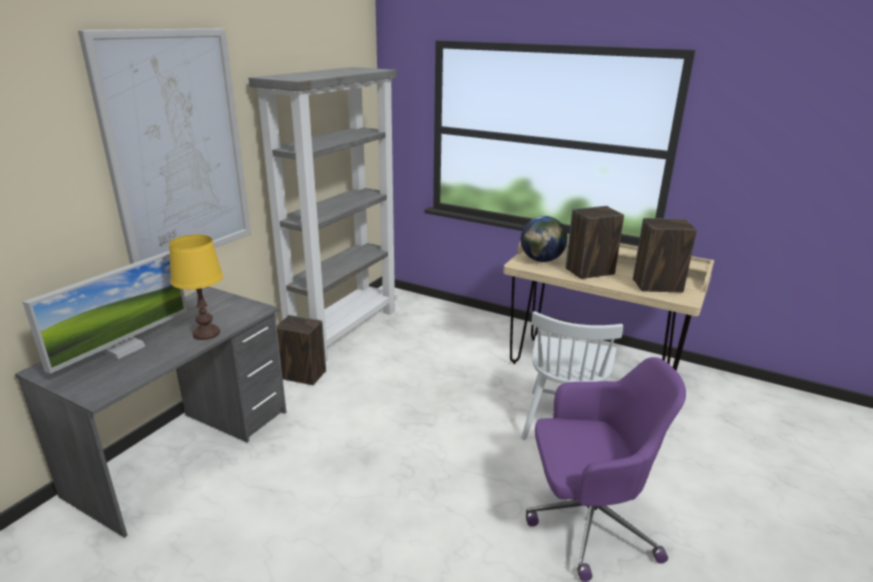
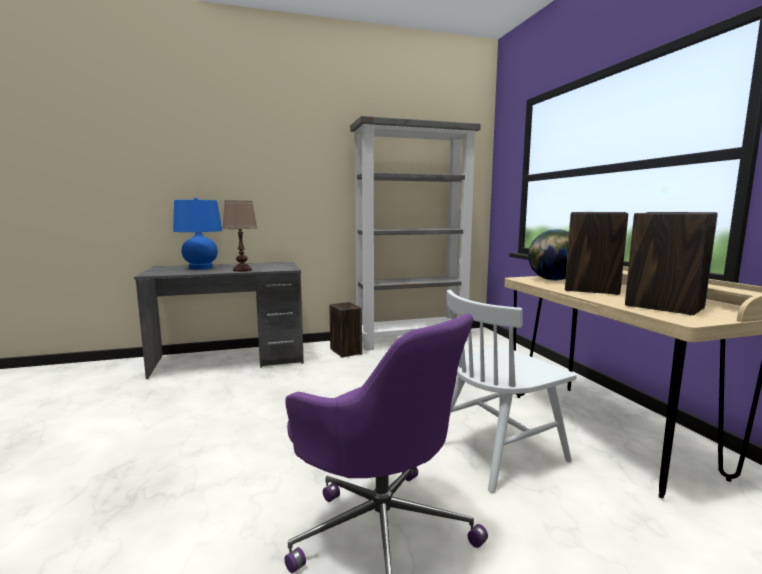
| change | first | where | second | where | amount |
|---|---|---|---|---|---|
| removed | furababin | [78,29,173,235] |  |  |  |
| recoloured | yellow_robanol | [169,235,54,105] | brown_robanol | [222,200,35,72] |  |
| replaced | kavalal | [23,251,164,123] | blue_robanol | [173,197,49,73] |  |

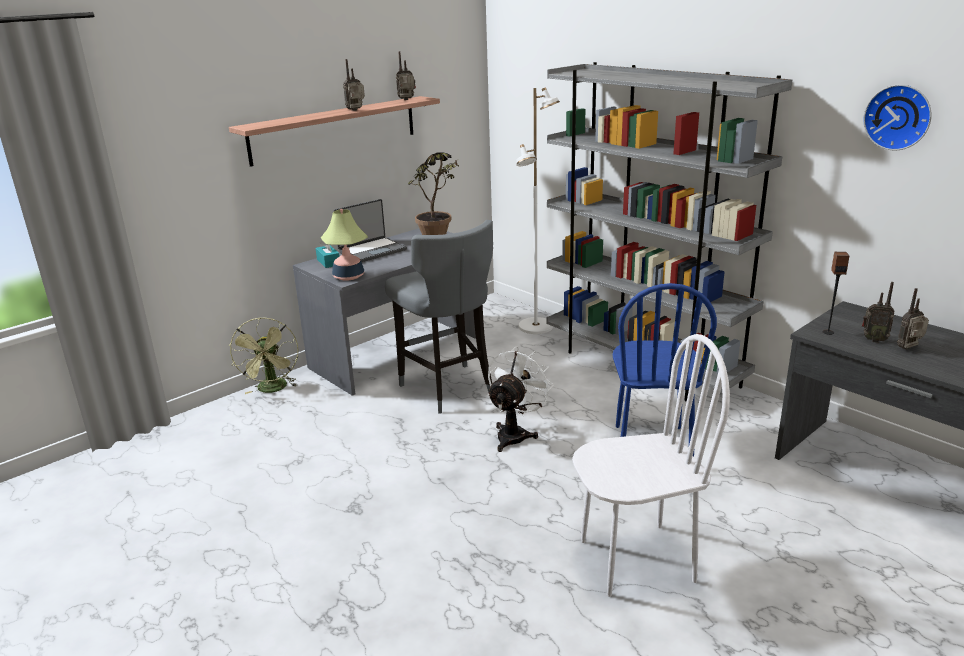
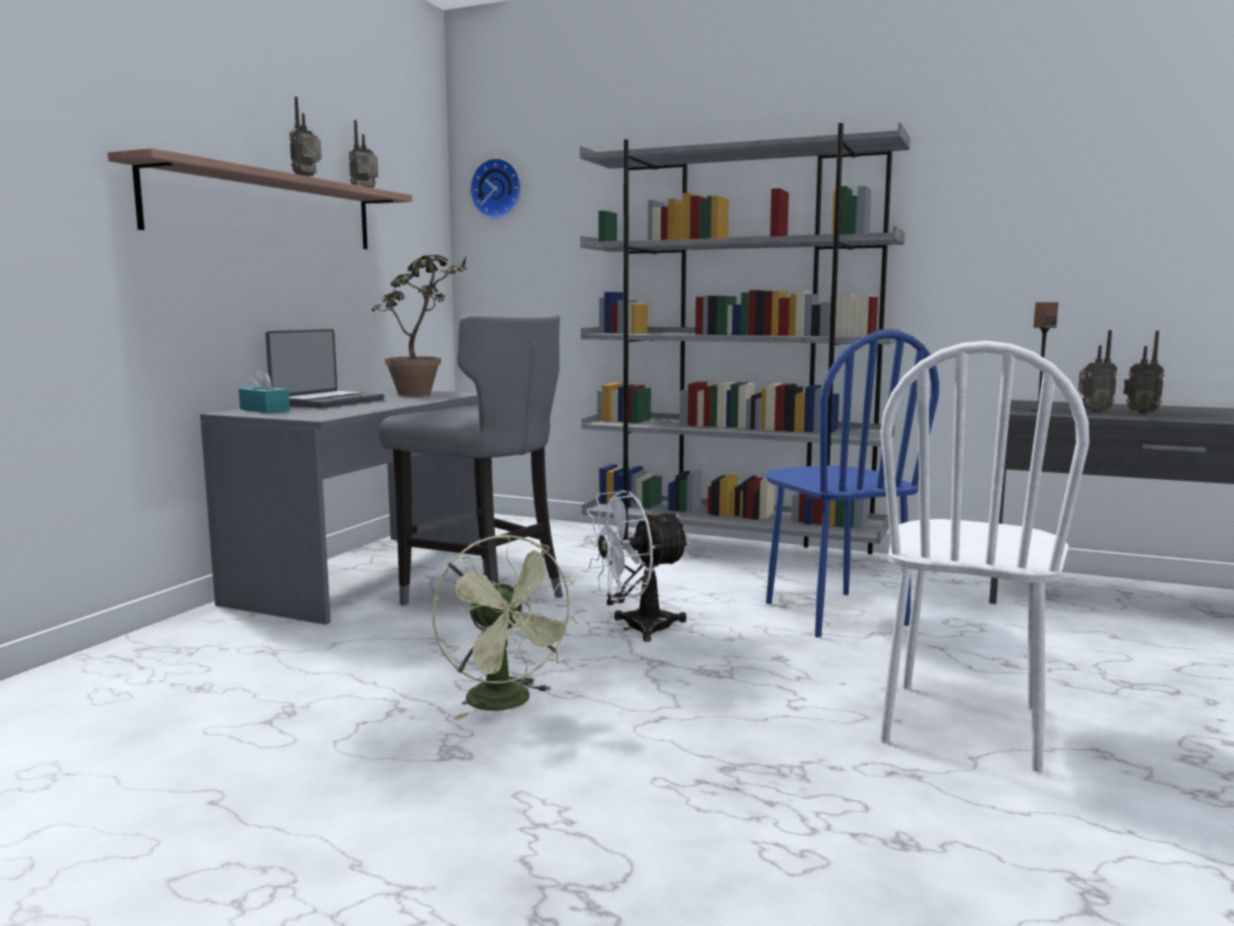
| change | first | where | second | where | amount |
|---|---|---|---|---|---|
| moved | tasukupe | [863,84,69,66] |  | [470,158,51,61] |  |
| removed | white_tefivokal | [516,87,44,247] |  |  |  |
| removed | robanol | [321,209,47,72] |  |  |  |
| turned | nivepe | [897,288,32,62] |  | [1123,331,41,83] | 90 degrees counterclockwise |
| moved | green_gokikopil | [229,317,69,77] |  | [432,535,146,185] |  |
| turned | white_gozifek | [572,334,158,263] |  | [880,341,209,431] | 150 degrees clockwise |
| turned | white_gokikopil | [487,346,67,106] |  | [584,490,106,152] | 120 degrees counterclockwise |

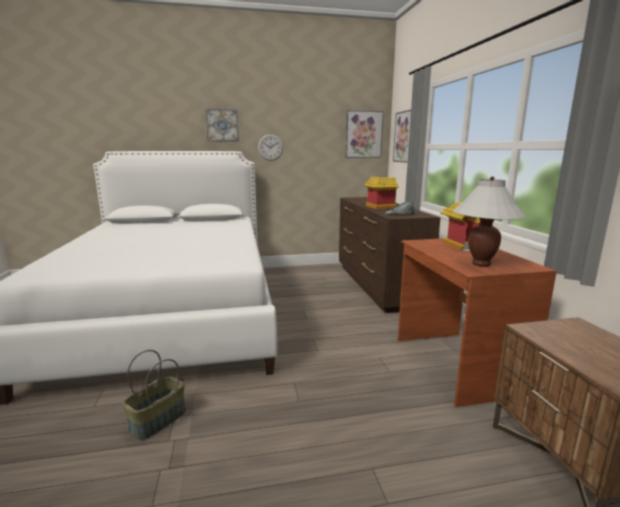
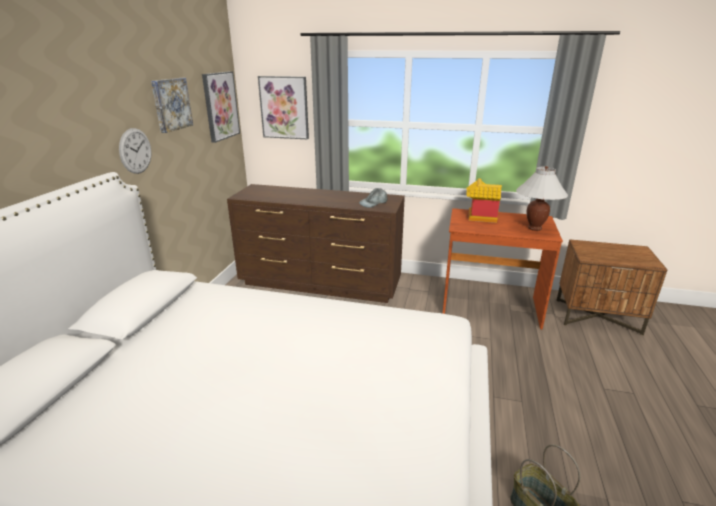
| change | first | where | second | where | amount |
|---|---|---|---|---|---|
| moved | furababin | [205,109,34,33] |  | [151,78,42,55] |  |
| removed | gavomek | [364,177,35,32] |  |  |  |

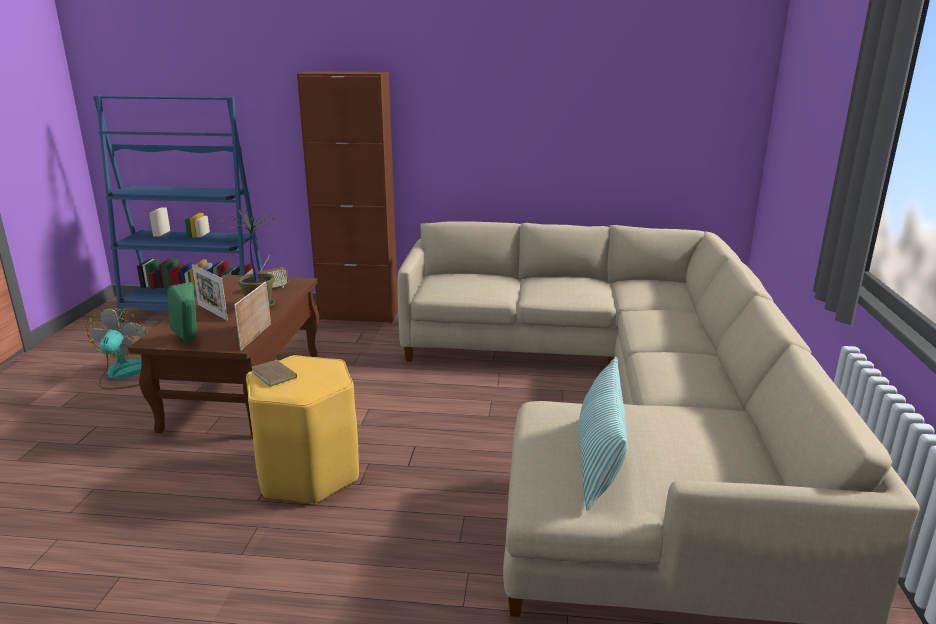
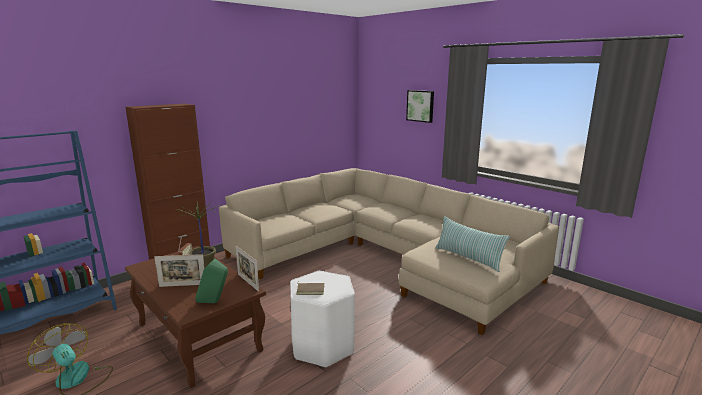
| change | first | where | second | where | amount |
|---|---|---|---|---|---|
| recoloured | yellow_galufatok | [246,355,113,150] | white_galufatok | [290,271,65,97] |  |
| added |  |  | furababin | [406,90,28,33] |  |

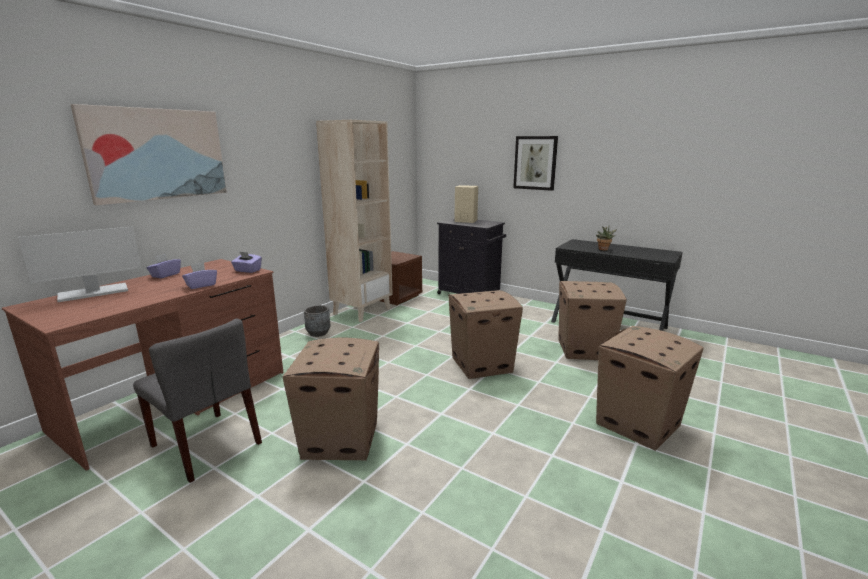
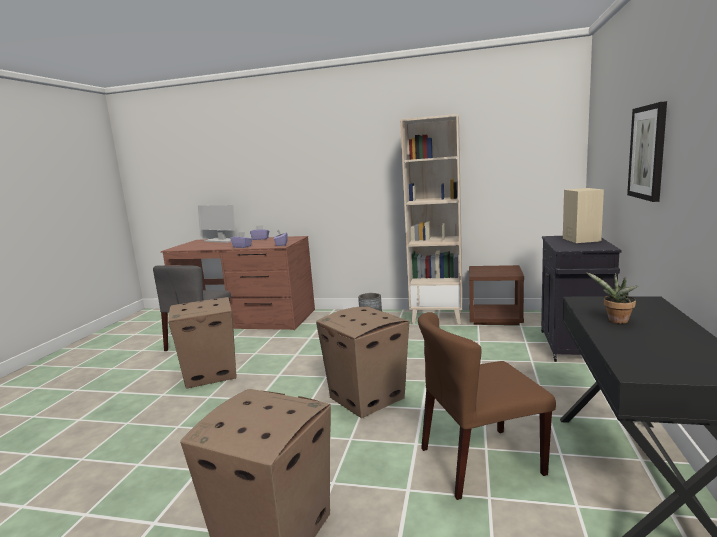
| change | first | where | second | where | amount |
|---|---|---|---|---|---|
| removed | furababin | [71,104,156,101] |  |  |  |
| replaced | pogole | [558,281,69,79] | brown_gozifek | [418,312,138,188] |  |

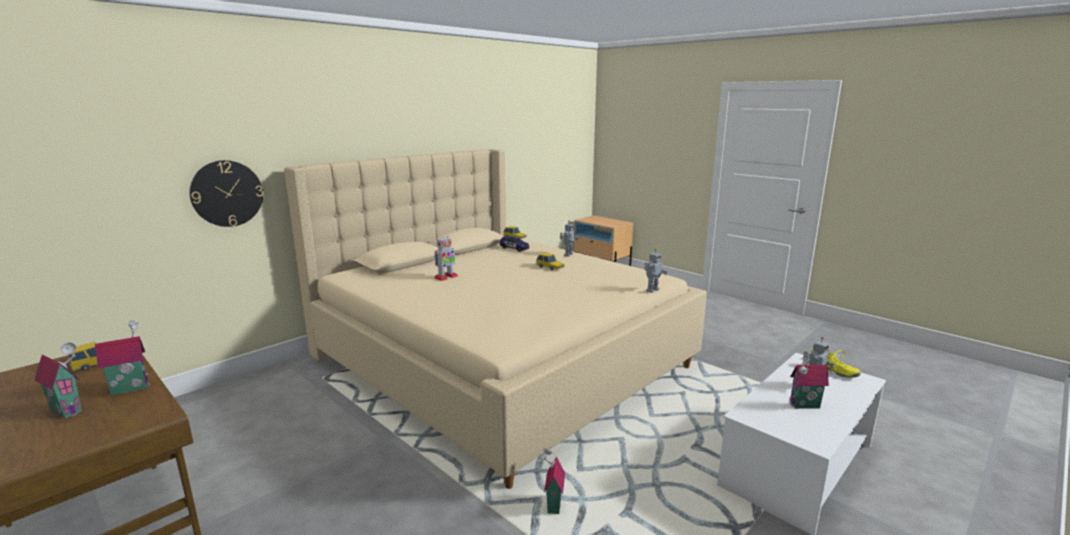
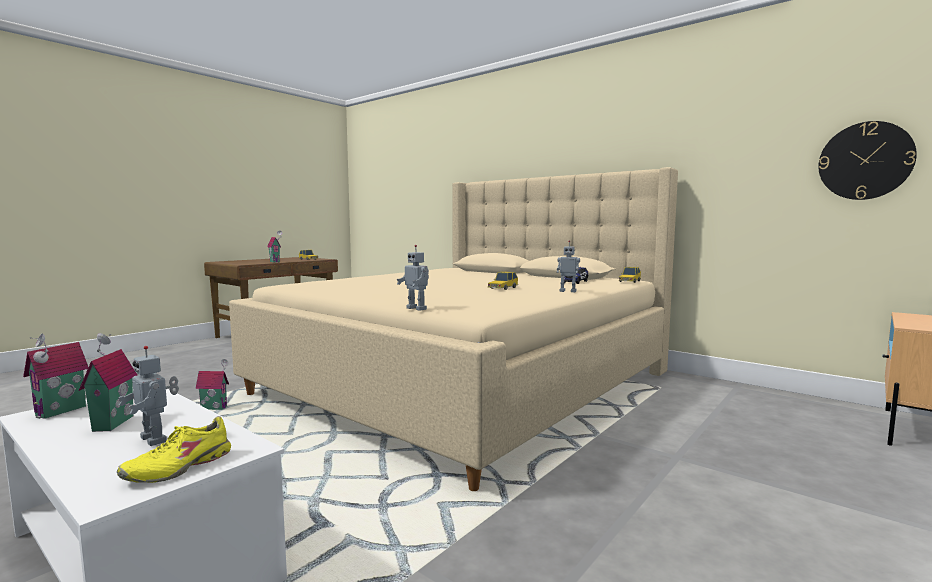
| change | first | where | second | where | amount |
|---|---|---|---|---|---|
| moved | tasukupe | [189,160,74,67] |  | [818,121,99,79] |  |
| removed | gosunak | [434,236,24,45] |  |  |  |
| moved | gavomek | [34,343,48,75] |  | [23,333,65,86] |  |

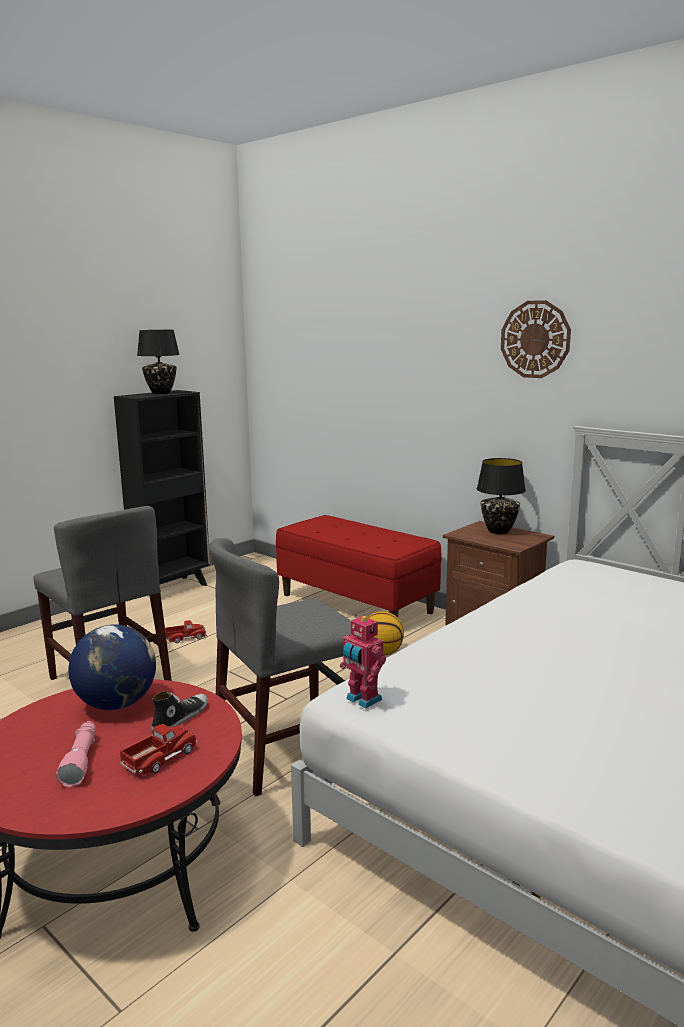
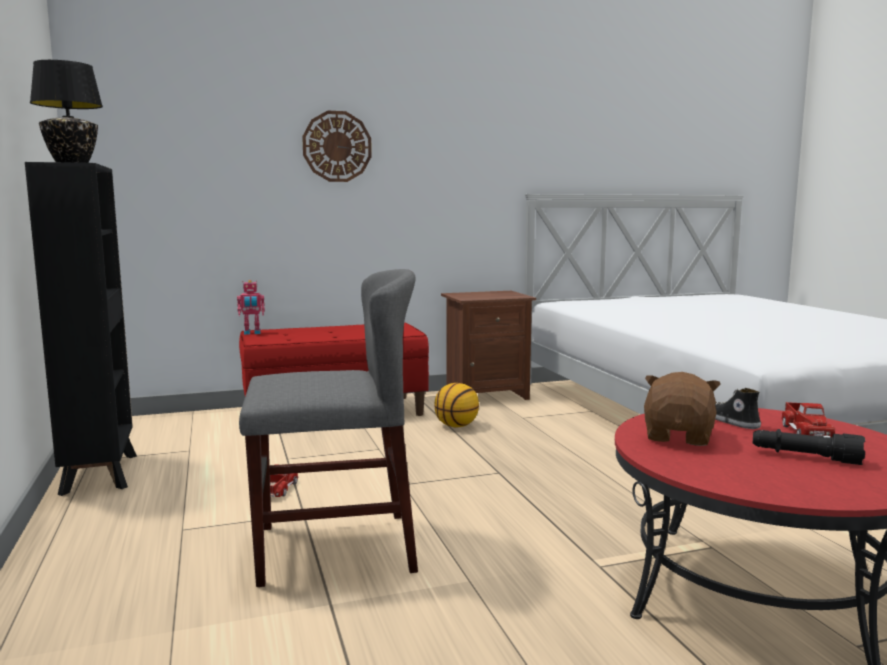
| change | first | where | second | where | amount |
|---|---|---|---|---|---|
| moved | tasukupe | [501,300,70,78] |  | [302,111,70,71] |  |
| removed | black_robanol | [477,458,49,76] |  |  |  |
| removed | grey_gozifek | [209,538,142,259] |  |  |  |
| moved | gosunak | [340,615,46,94] |  | [237,280,28,55] |  |
| replaced | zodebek | [68,624,88,86] | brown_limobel | [644,372,77,74] |  |
| recoloured | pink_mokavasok | [56,721,40,66] | black_mokavasok | [753,429,112,36] |  |
| turned | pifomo | [120,724,78,51] |  | [782,402,53,35] | 150 degrees counterclockwise |

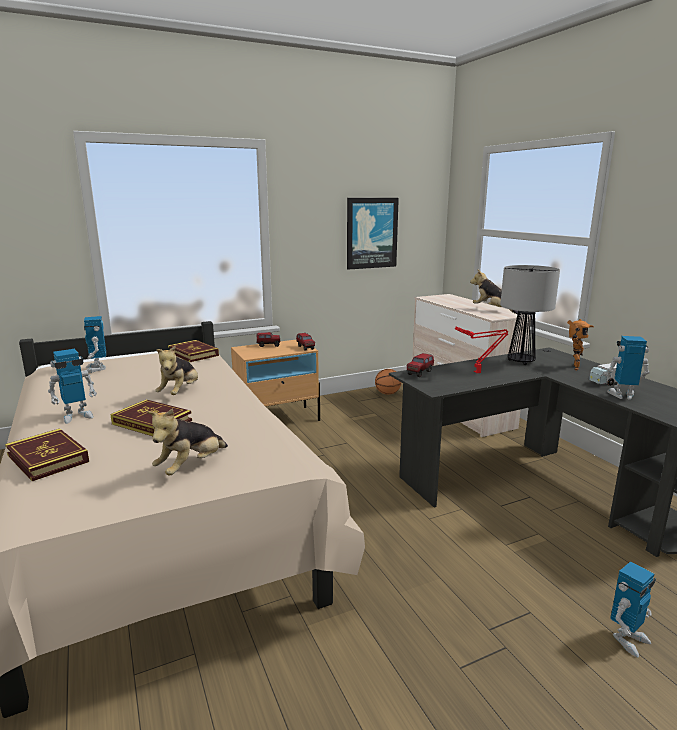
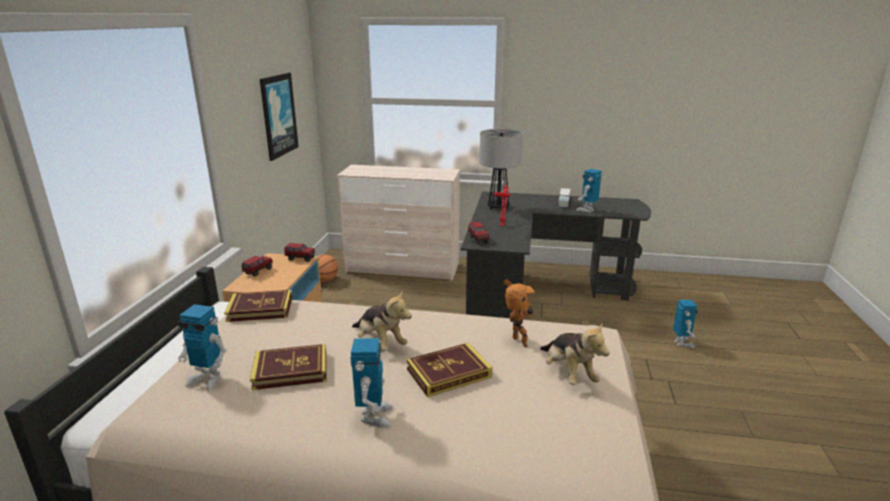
| change | first | where | second | where | amount |
|---|---|---|---|---|---|
| removed | limobel | [470,270,48,44] |  |  |  |
| moved | gosunak | [567,319,27,51] |  | [503,279,32,68] |  |
| moved | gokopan | [5,428,84,53] |  | [250,344,77,46] |  |

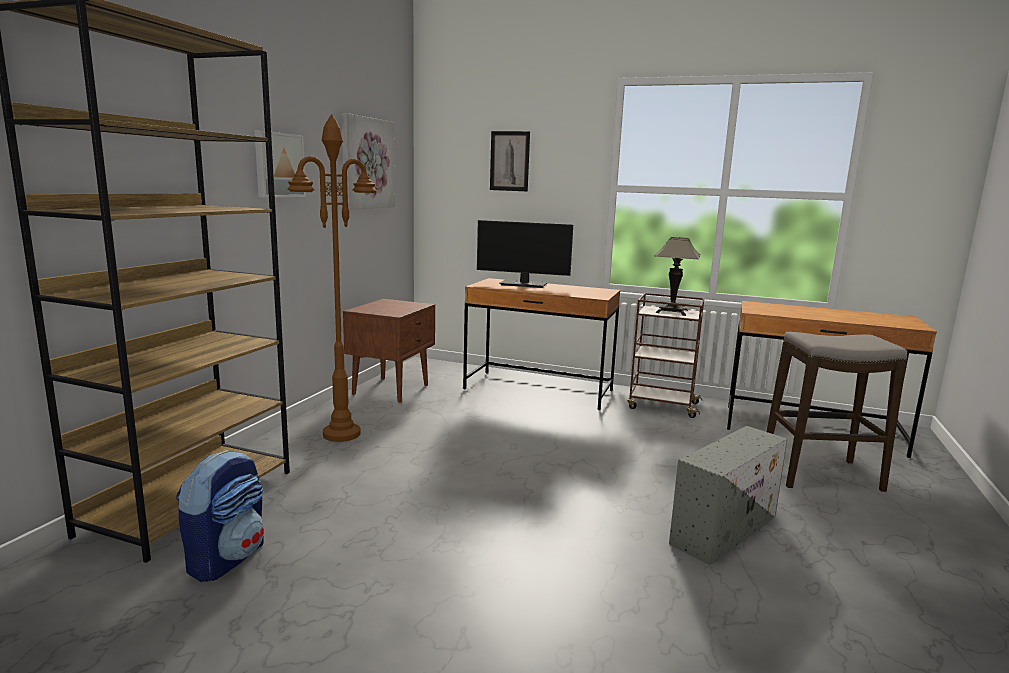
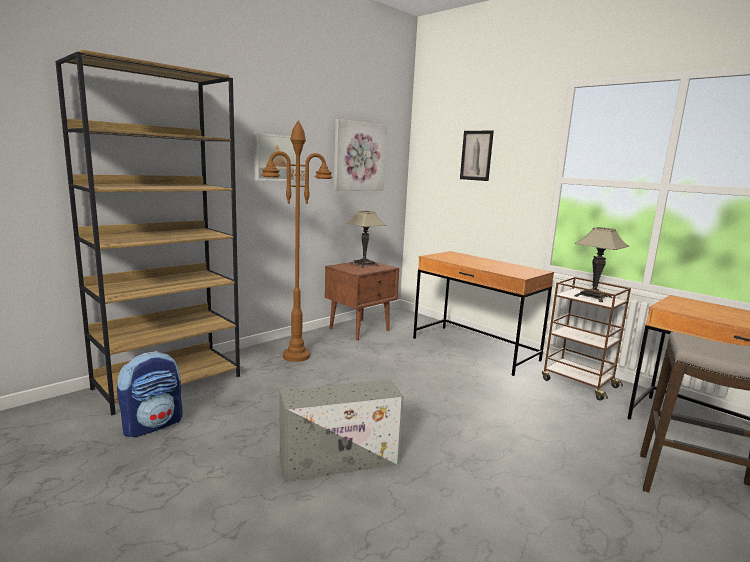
| change | first | where | second | where | amount |
|---|---|---|---|---|---|
| removed | kavalal | [477,220,96,68] |  |  |  |
| moved | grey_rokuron | [669,426,118,139] |  | [280,380,124,102] |  |
| added |  |  | robanol | [346,211,40,57] |  |

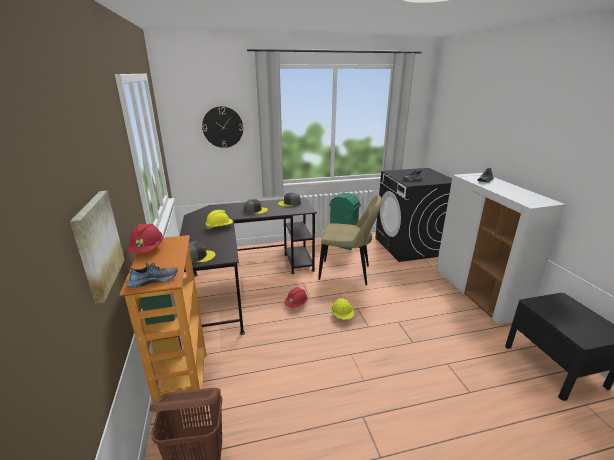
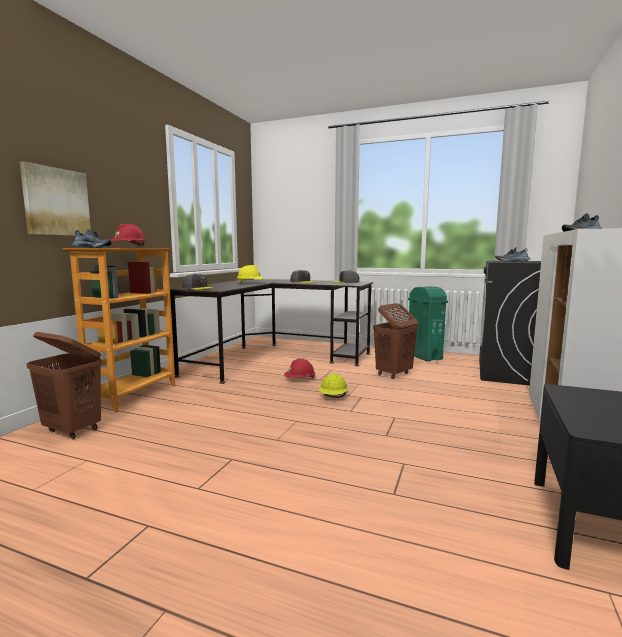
| change | first | where | second | where | amount |
|---|---|---|---|---|---|
| removed | tasukupe | [202,106,41,42] |  |  |  |
| replaced | beige_gozifek | [318,195,64,91] | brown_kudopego | [373,303,45,76] |  |

